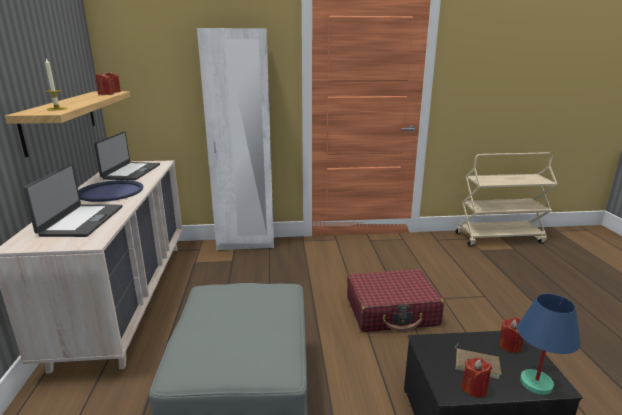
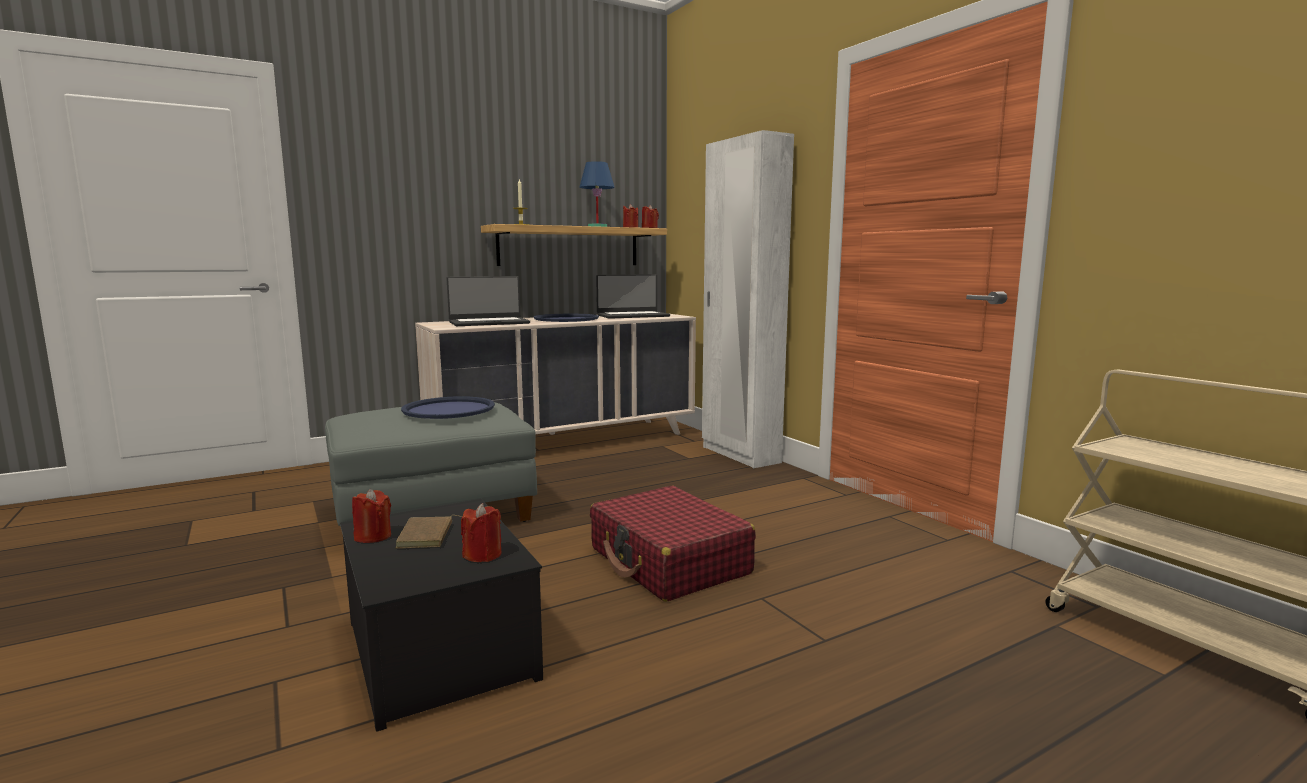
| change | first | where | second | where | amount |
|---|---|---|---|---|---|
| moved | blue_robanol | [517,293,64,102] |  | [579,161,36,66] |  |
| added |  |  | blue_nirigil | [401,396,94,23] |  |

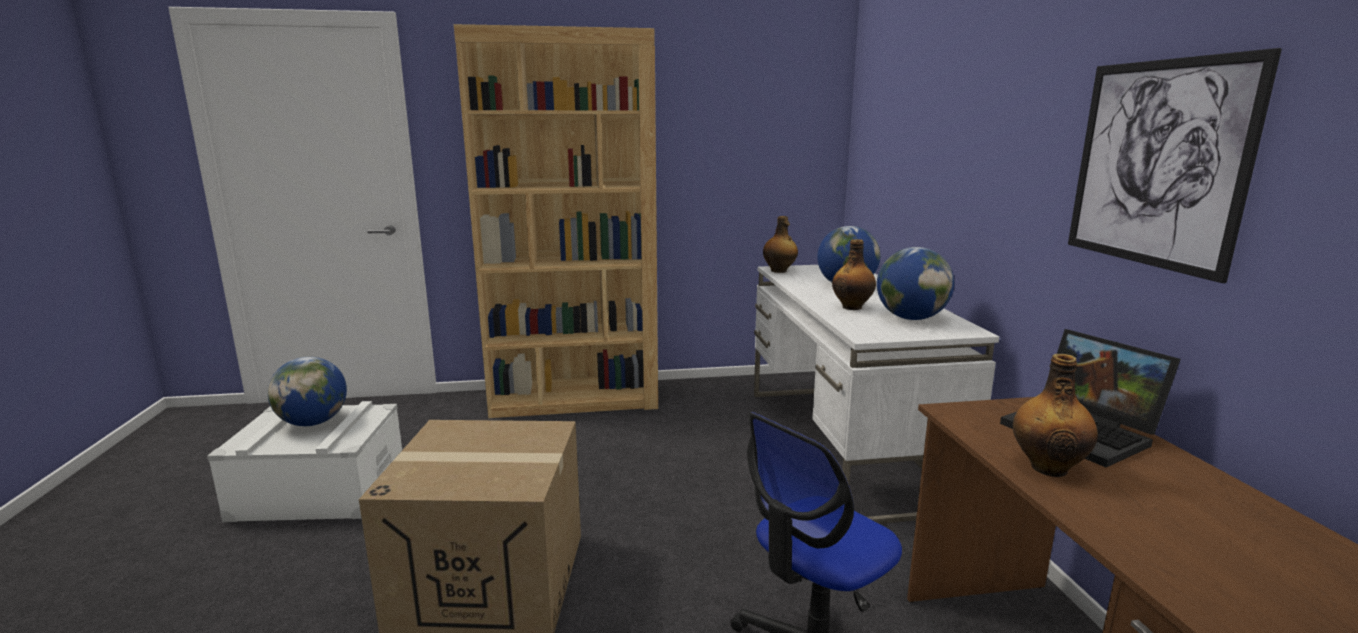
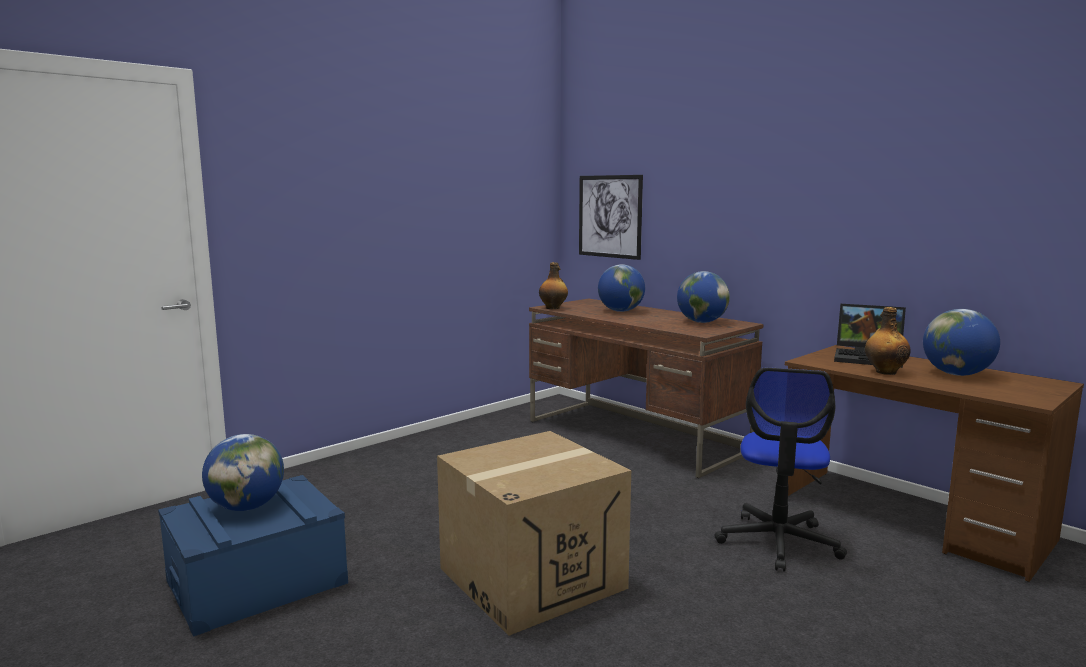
| change | first | where | second | where | amount |
|---|---|---|---|---|---|
| removed | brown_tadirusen | [454,24,204,394] |  |  |  |
| moved | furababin | [1068,48,214,235] |  | [579,175,64,85] |  |
| removed | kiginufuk | [832,239,44,71] |  |  |  |
| recoloured | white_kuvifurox | [754,265,245,259] | brown_kuvifurox | [529,299,234,179] |  |
| recoloured | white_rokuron | [207,401,195,121] | blue_rokuron | [158,475,190,162] |  |
| added |  |  | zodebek | [923,309,77,67] |  |

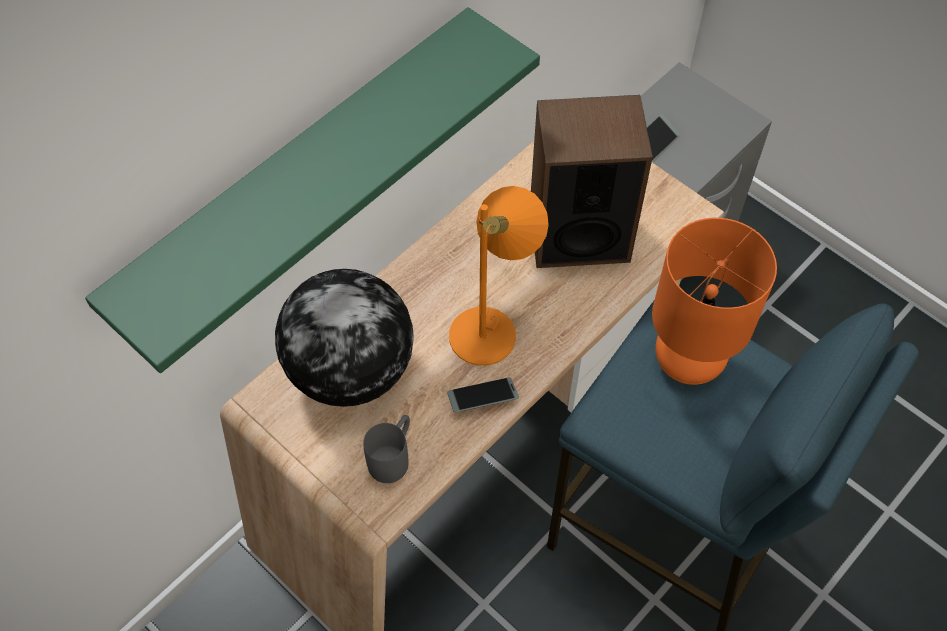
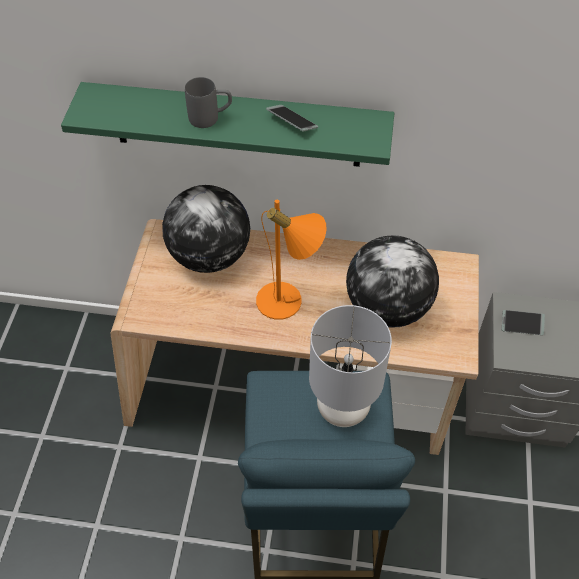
| change | first | where | second | where | amount |
|---|---|---|---|---|---|
| replaced | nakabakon | [531,95,122,173] | zodebek | [346,235,93,93] |  |
| recoloured | orange_robanol | [652,218,125,167] | grey_robanol | [309,305,83,122] |  |
| moved | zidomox | [447,377,72,36] |  | [266,105,52,27] |  |
| moved | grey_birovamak | [363,415,47,68] |  | [185,77,47,51] |  |

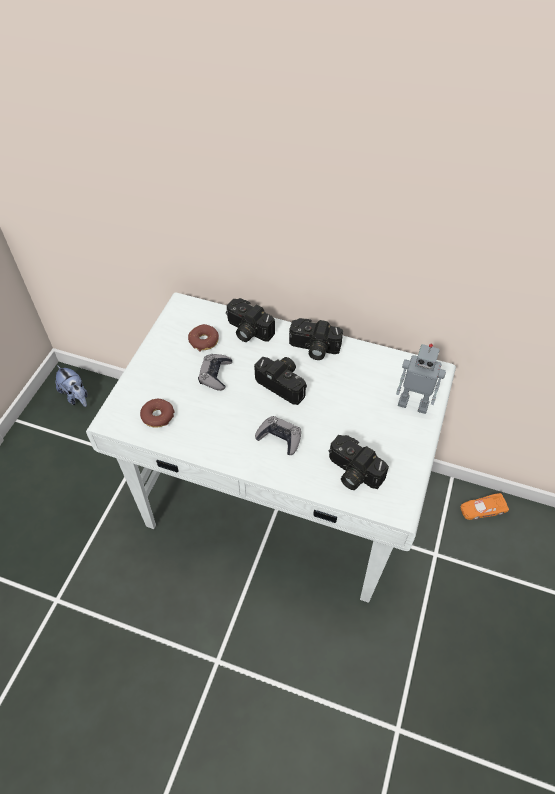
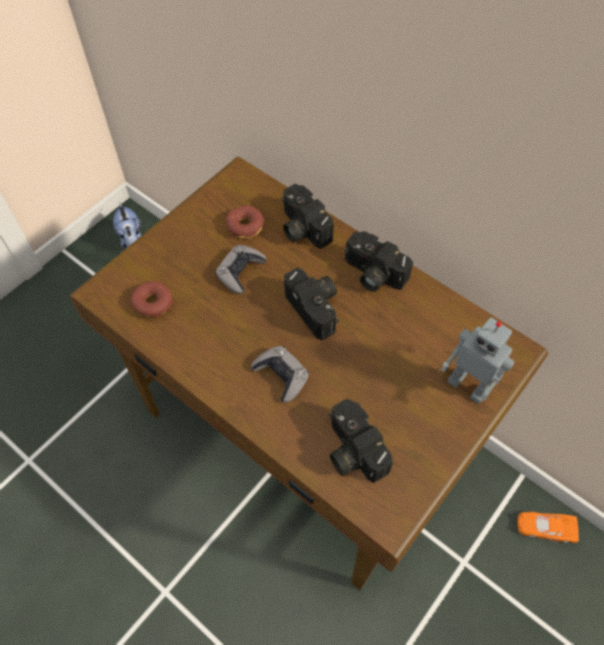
| change | first | where | second | where | amount |
|---|---|---|---|---|---|
| recoloured | white_kuvifurox | [86,292,370,311] | brown_kuvifurox | [69,157,479,433] |  |

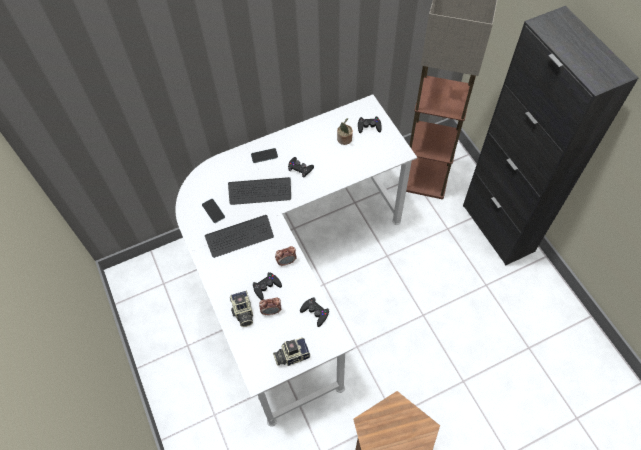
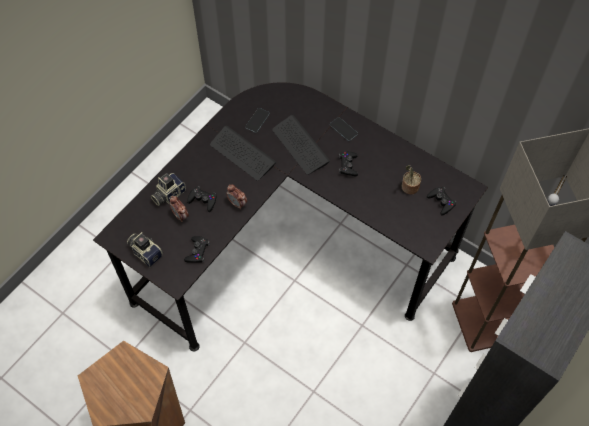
| change | first | where | second | where | amount |
|---|---|---|---|---|---|
| recoloured | white_kuvifurox | [175,95,242,332] | black_kuvifurox | [93,82,395,269] |  |

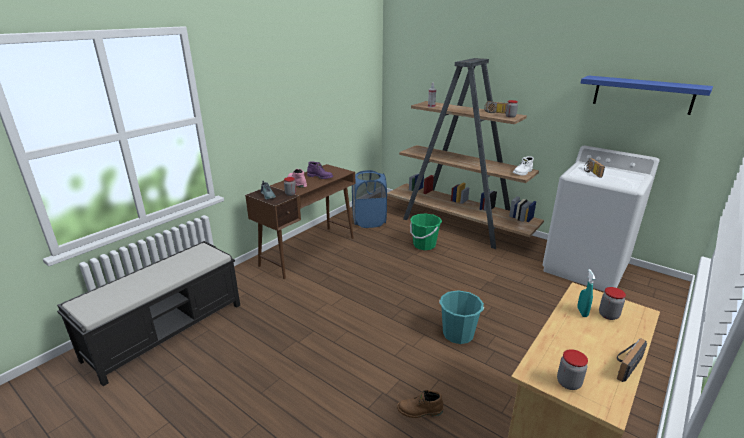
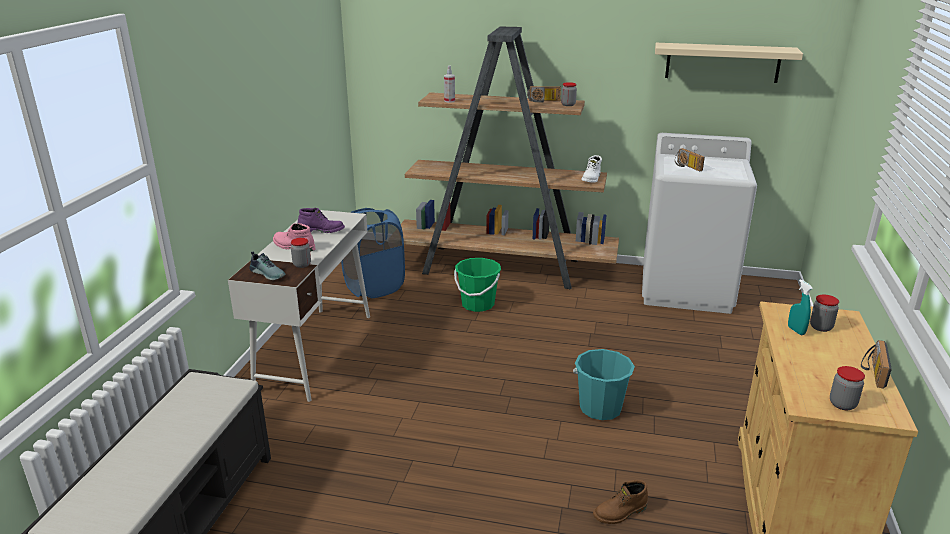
| change | first | where | second | where | amount |
|---|---|---|---|---|---|
| recoloured | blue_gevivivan | [581,76,132,39] | beige_gevivivan | [655,43,148,40] |  |
| recoloured | brown_kuvifurox | [245,164,110,115] | white_kuvifurox | [228,210,142,192] |  |

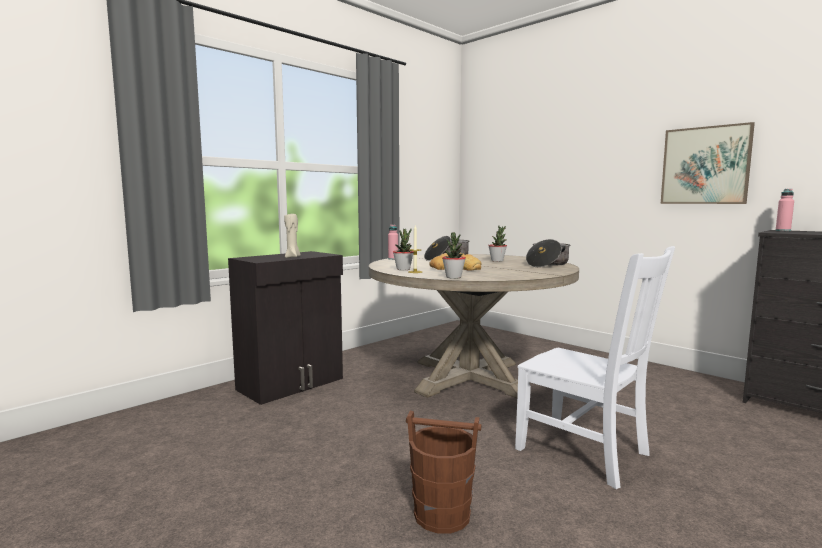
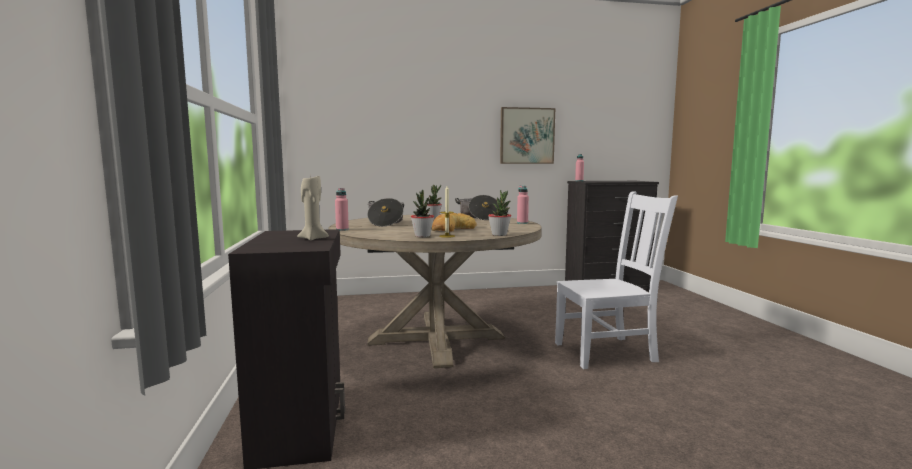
| change | first | where | second | where | amount |
|---|---|---|---|---|---|
| removed | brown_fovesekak | [406,411,75,122] |  |  |  |
| added |  |  | pink_kiginufuk | [517,186,12,38] |  |

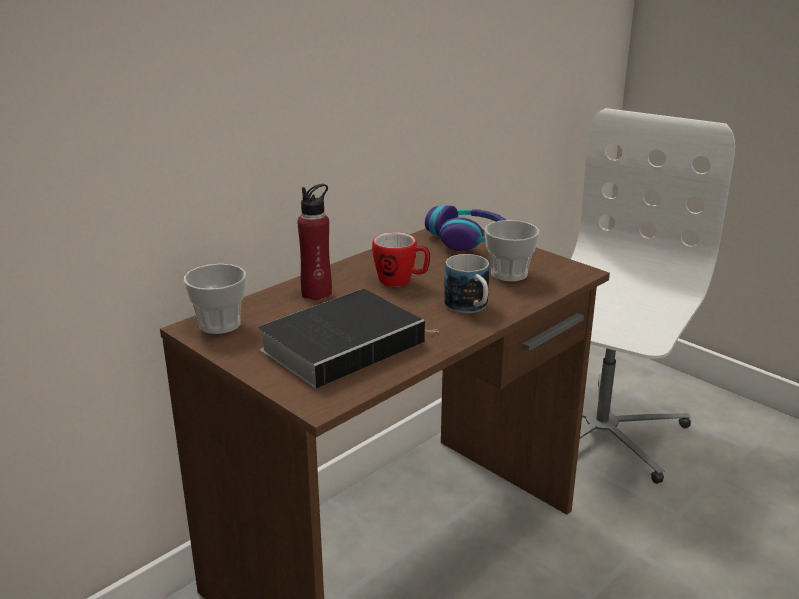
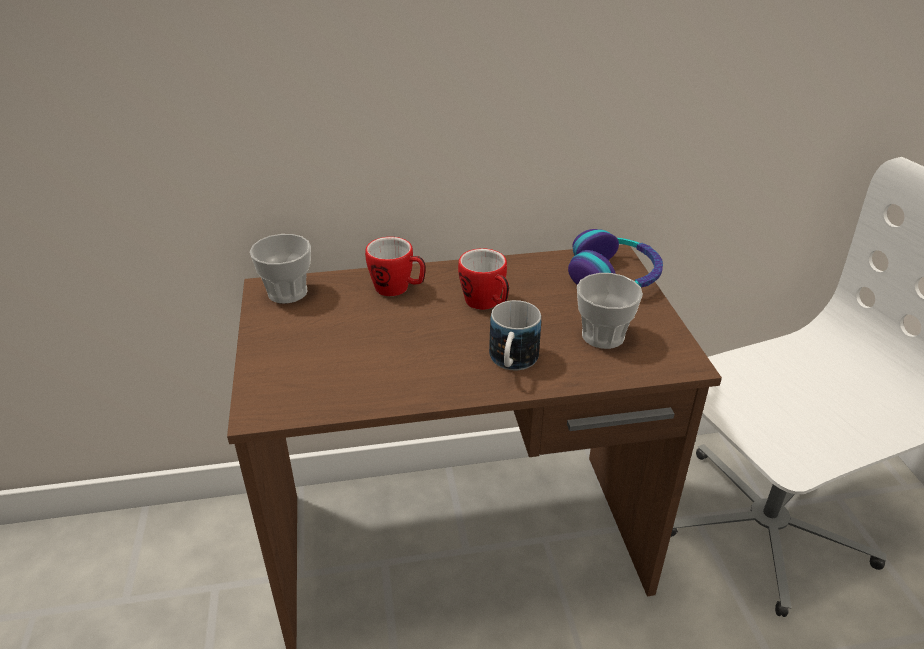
| change | first | where | second | where | amount |
|---|---|---|---|---|---|
| replaced | red_kiginufuk | [297,184,35,116] | birovamak | [365,237,61,59] |  |
| removed | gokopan | [258,289,181,100] |  |  |  |

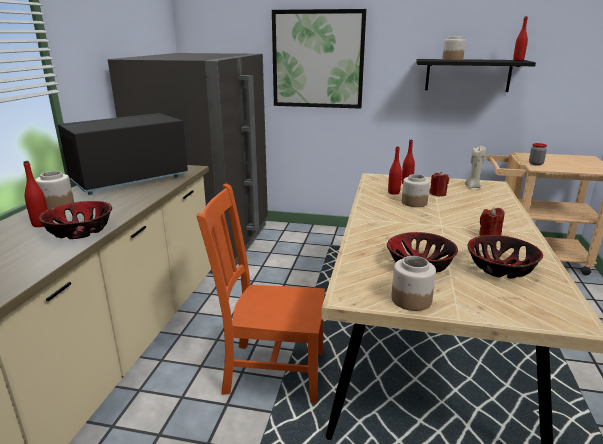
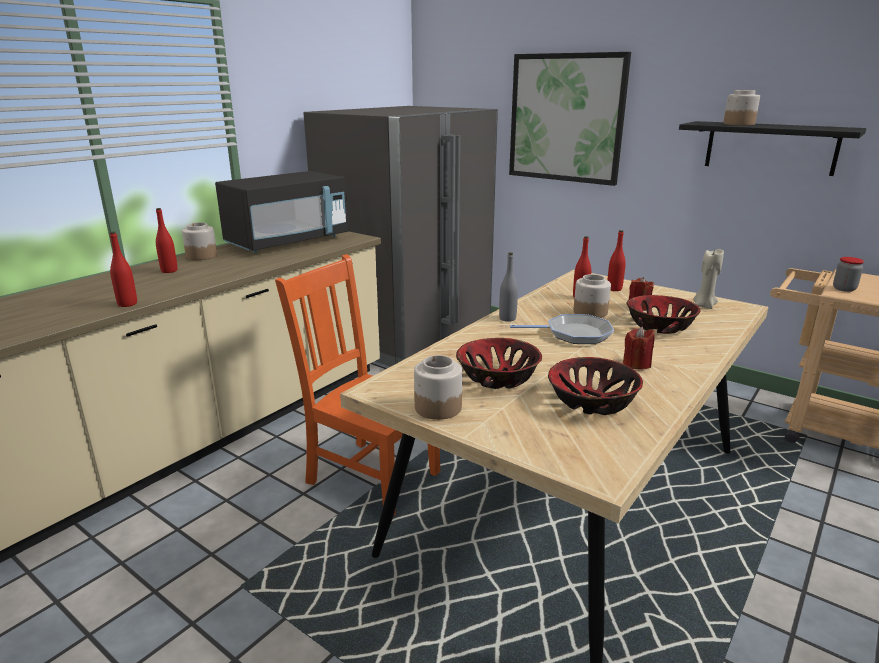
| change | first | where | second | where | amount |
|---|---|---|---|---|---|
| moved | red_kiginufuk | [513,16,15,45] |  | [110,232,27,75] |  |
| turned | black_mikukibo | [58,113,130,82] |  | [215,171,133,82] | 150 degrees clockwise |
| moved | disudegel | [39,201,73,38] |  | [627,295,73,39] |  |
| added |  |  | grey_kiginufuk | [499,252,19,70] |  |
| added |  |  | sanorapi | [510,314,104,30] |  |

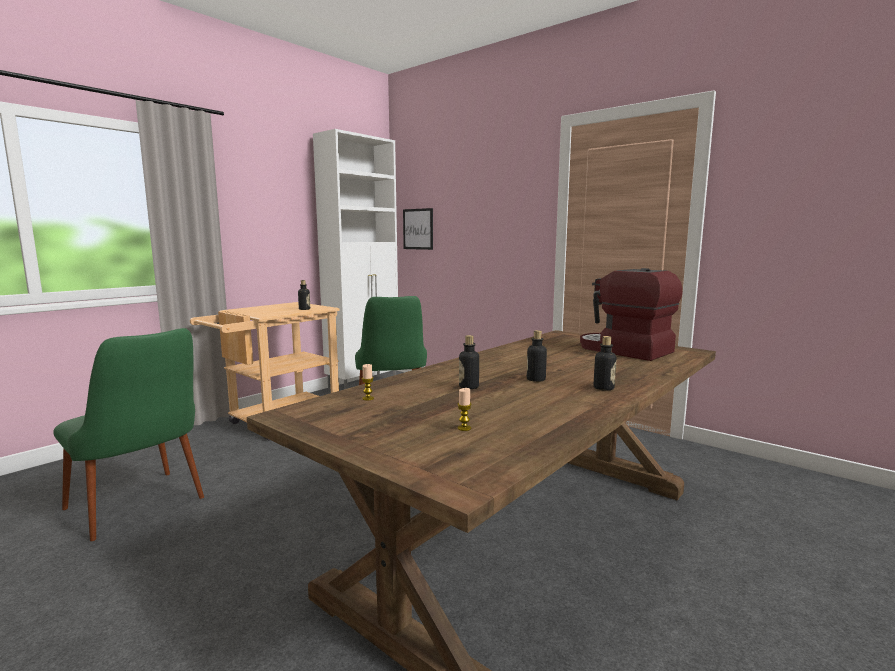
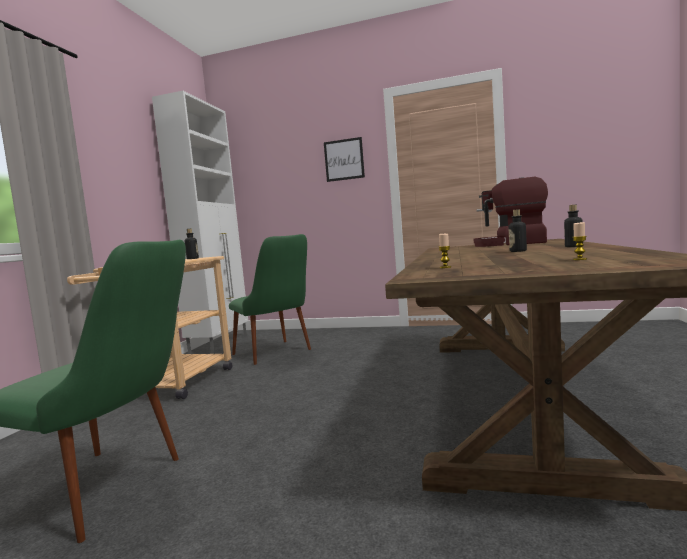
| change | first | where | second | where | amount |
|---|---|---|---|---|---|
| moved | furababin | [403,208,30,42] |  | [324,137,41,45] |  |
| removed | kiginufuk | [459,335,20,54] |  |  |  |

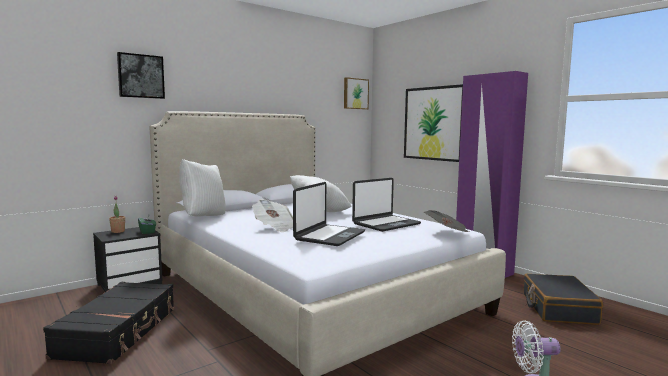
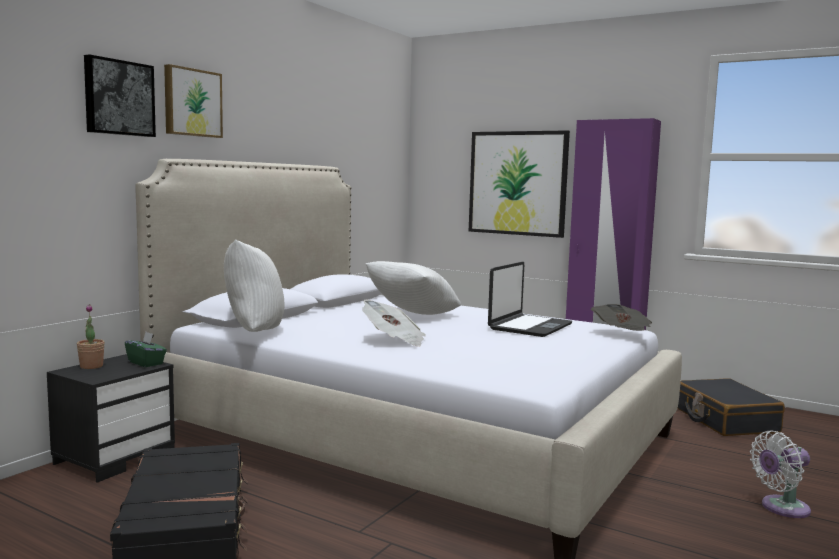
| change | first | where | second | where | amount |
|---|---|---|---|---|---|
| moved | furababin | [344,77,25,32] |  | [164,64,59,74] |  |
| removed | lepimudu | [293,182,72,64] |  |  |  |

